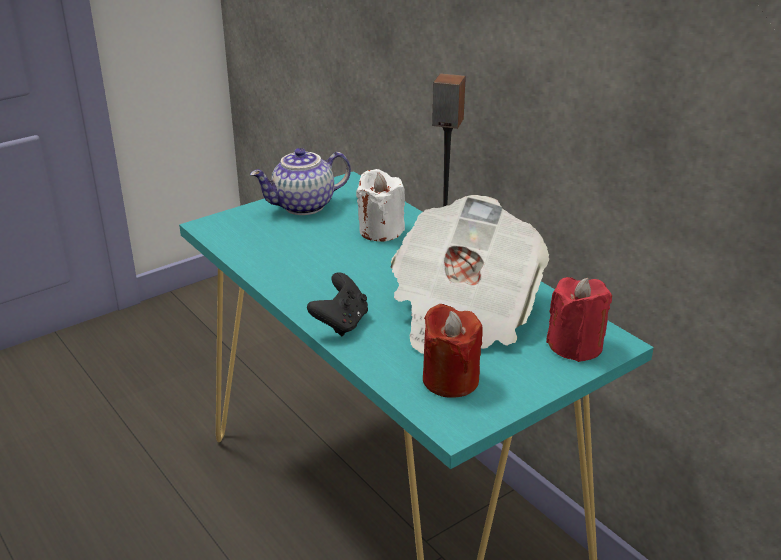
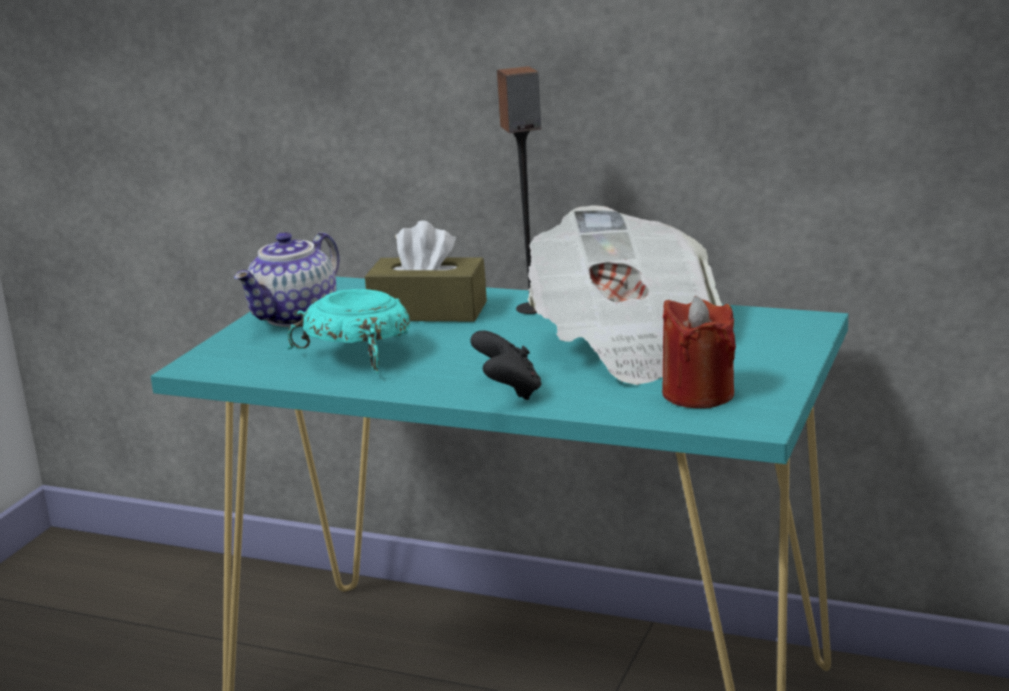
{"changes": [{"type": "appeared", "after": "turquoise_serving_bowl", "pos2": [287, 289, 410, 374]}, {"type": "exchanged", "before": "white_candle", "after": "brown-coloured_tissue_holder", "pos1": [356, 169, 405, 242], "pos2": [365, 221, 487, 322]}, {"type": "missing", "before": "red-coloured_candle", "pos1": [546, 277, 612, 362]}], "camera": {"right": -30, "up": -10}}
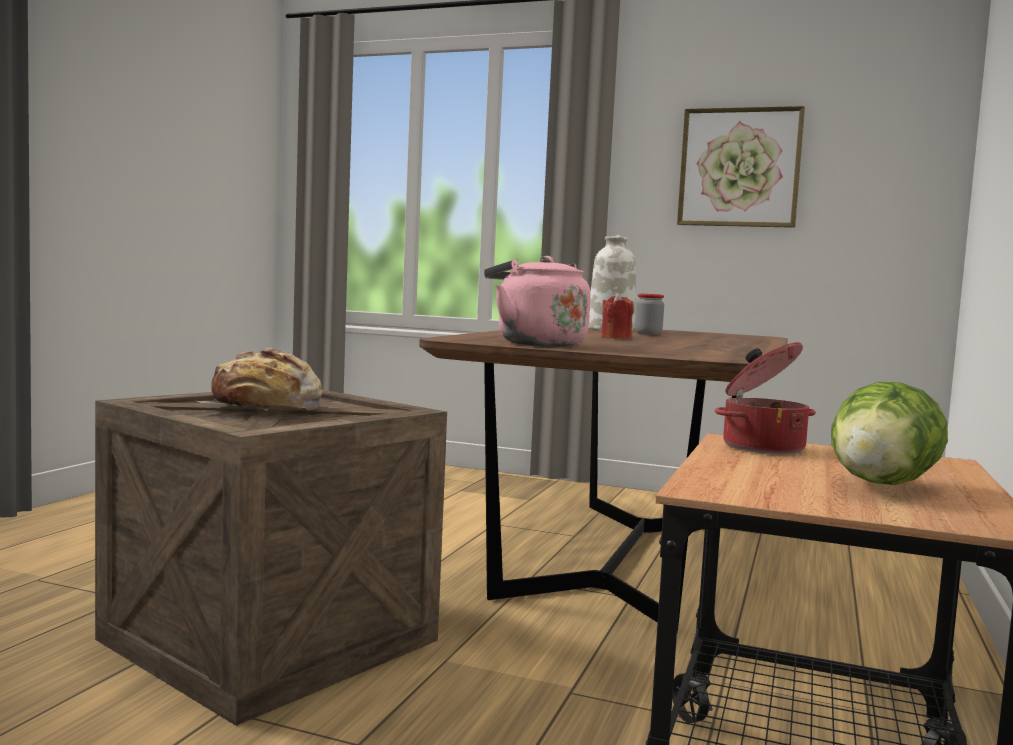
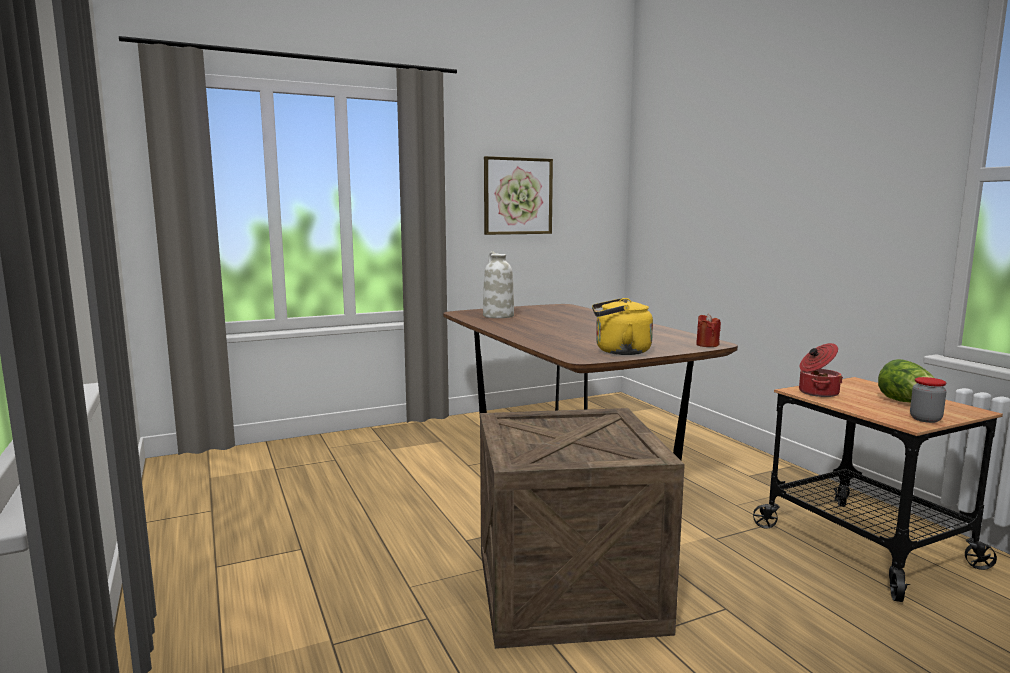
{"changes": [{"type": "colour", "before": "pink_tea_kettle", "after": "yellow_tea_kettle", "pos1": [484, 256, 591, 347], "pos2": [592, 298, 653, 355]}, {"type": "relocated", "before": "red-coloured_candle", "pos1": [601, 293, 634, 339], "pos2": [696, 314, 721, 347]}, {"type": "relocated", "before": "preserve_jar", "pos1": [635, 294, 664, 335], "pos2": [910, 377, 947, 423]}, {"type": "missing", "before": "bakery_bread", "pos1": [197, 348, 322, 410]}], "camera": {"right": -45, "up": 5}}
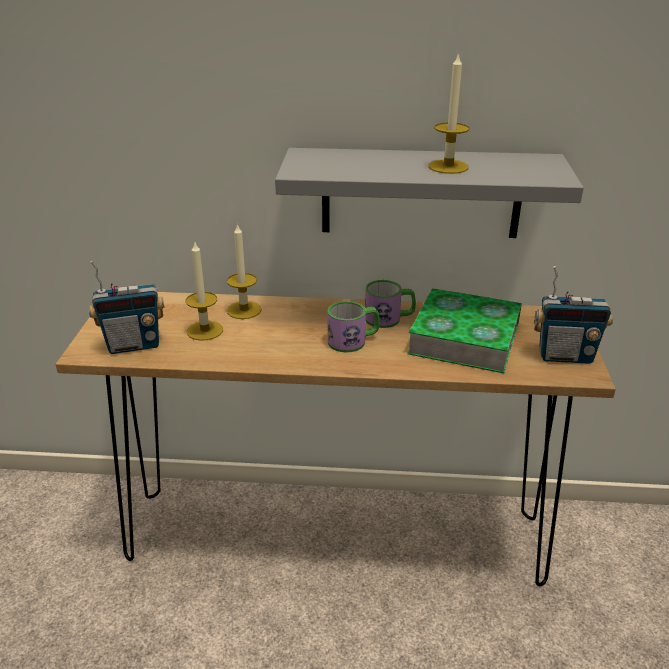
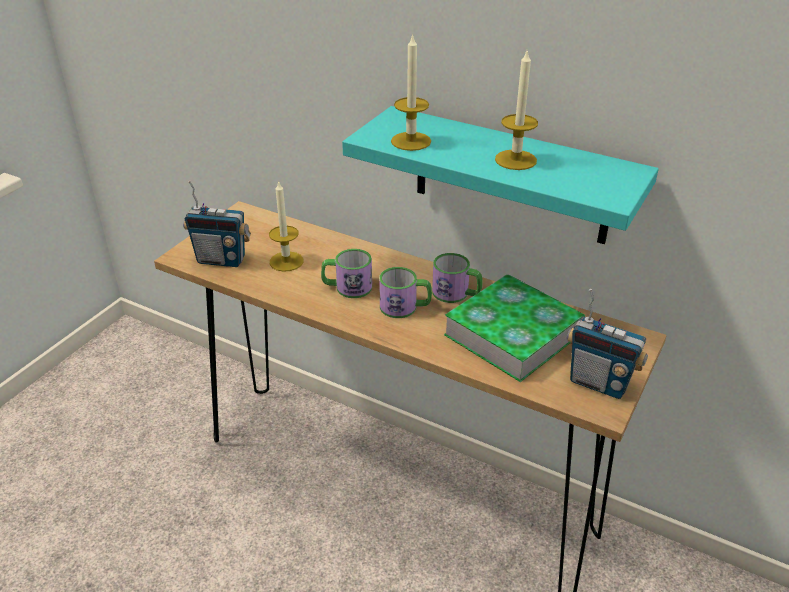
{"changes": [{"type": "appeared", "after": "coffee_mug", "pos2": [321, 249, 372, 298]}, {"type": "colour", "before": "greyish_shelf", "after": "turquoise_shelf", "pos1": [275, 148, 584, 238], "pos2": [342, 106, 659, 244]}, {"type": "relocated", "before": "candle", "pos1": [227, 223, 262, 319], "pos2": [391, 33, 431, 151]}], "camera": {"right": 25, "up": 5}}
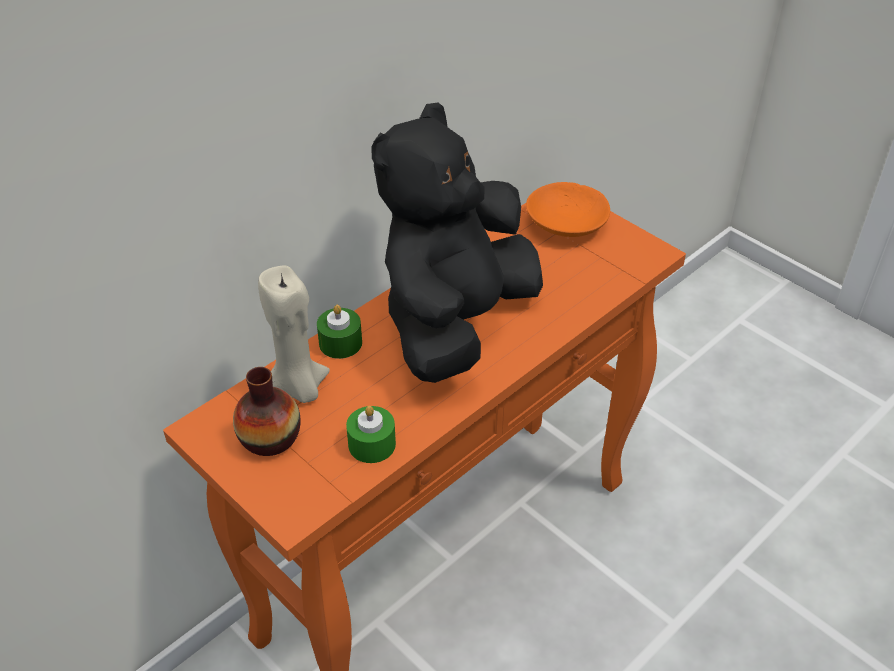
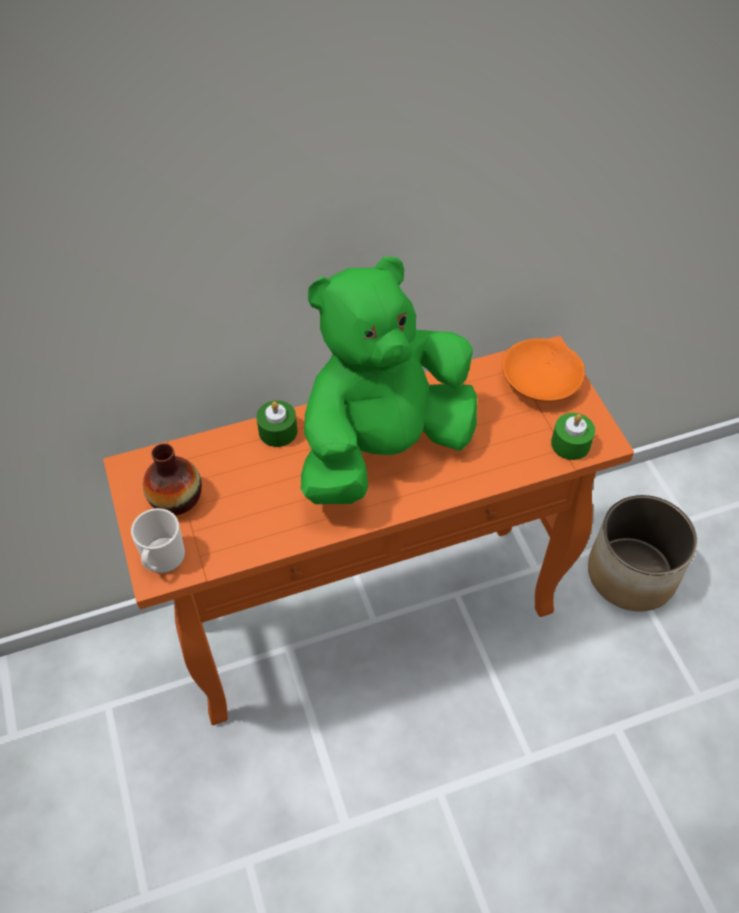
{"changes": [{"type": "appeared", "after": "coffee_mug", "pos2": [131, 508, 185, 573]}, {"type": "colour", "before": "blackish_cuddly_toy", "after": "greenish_cuddly_toy", "pos1": [372, 102, 543, 383], "pos2": [301, 256, 477, 504]}, {"type": "relocated", "before": "greenish_candle", "pos1": [346, 406, 396, 463], "pos2": [551, 413, 595, 460]}, {"type": "appeared", "after": "flower_pot", "pos2": [588, 495, 697, 612]}, {"type": "missing", "before": "beige_candle", "pos1": [258, 265, 330, 403]}], "camera": {"right": 25, "up": 10}}
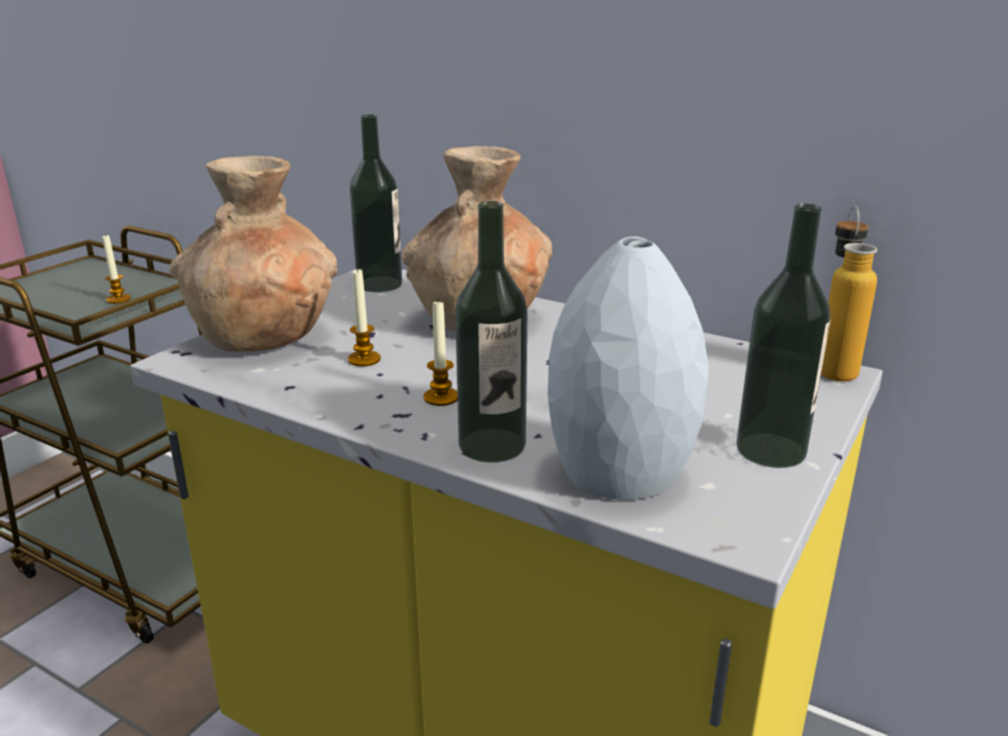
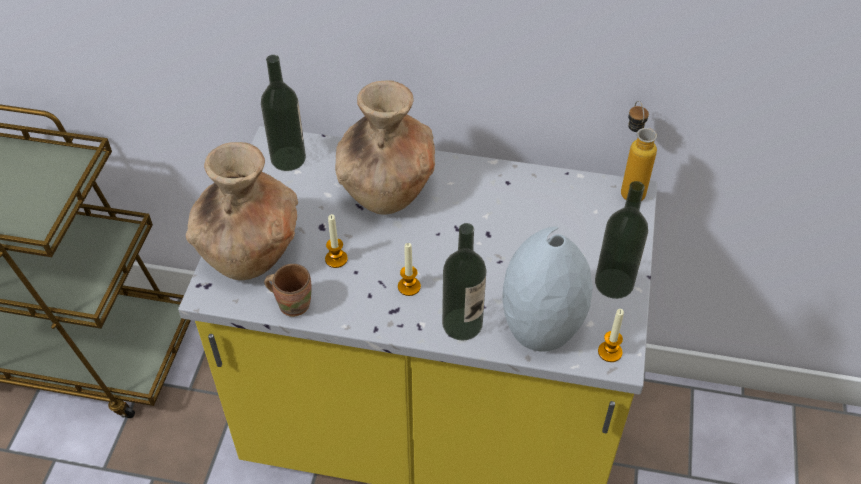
{"changes": [{"type": "appeared", "after": "brown-coloured_coffee_mug", "pos2": [264, 264, 312, 317]}, {"type": "relocated", "before": "candle", "pos1": [102, 234, 131, 304], "pos2": [598, 309, 624, 362]}], "camera": {"right": -20, "up": 25}}
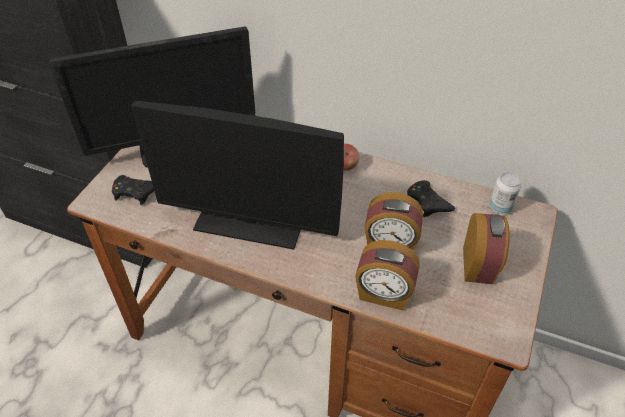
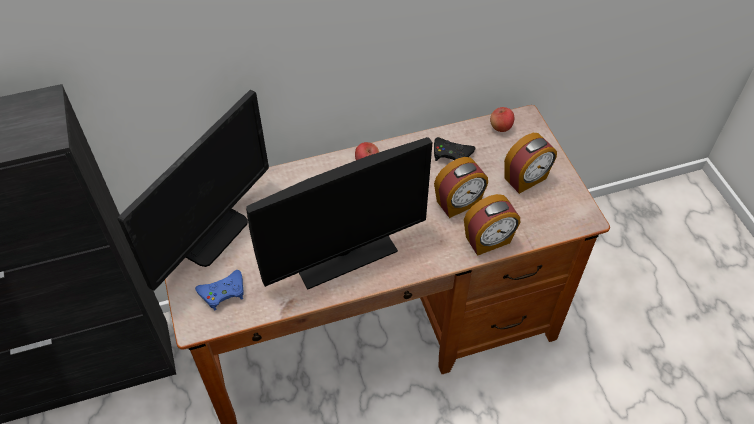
{"changes": [{"type": "colour", "before": "blackish_game_controller", "after": "blue_game_controller", "pos1": [112, 175, 154, 205], "pos2": [195, 270, 244, 311]}, {"type": "exchanged", "before": "metal_can", "after": "whole_apple", "pos1": [489, 172, 521, 214], "pos2": [490, 107, 514, 132]}, {"type": "spun", "before": "bedside_clock", "pos1": [463, 213, 510, 284], "pos2": [504, 133, 557, 194], "turn": 90}], "camera": {"right": -40, "up": 5}}
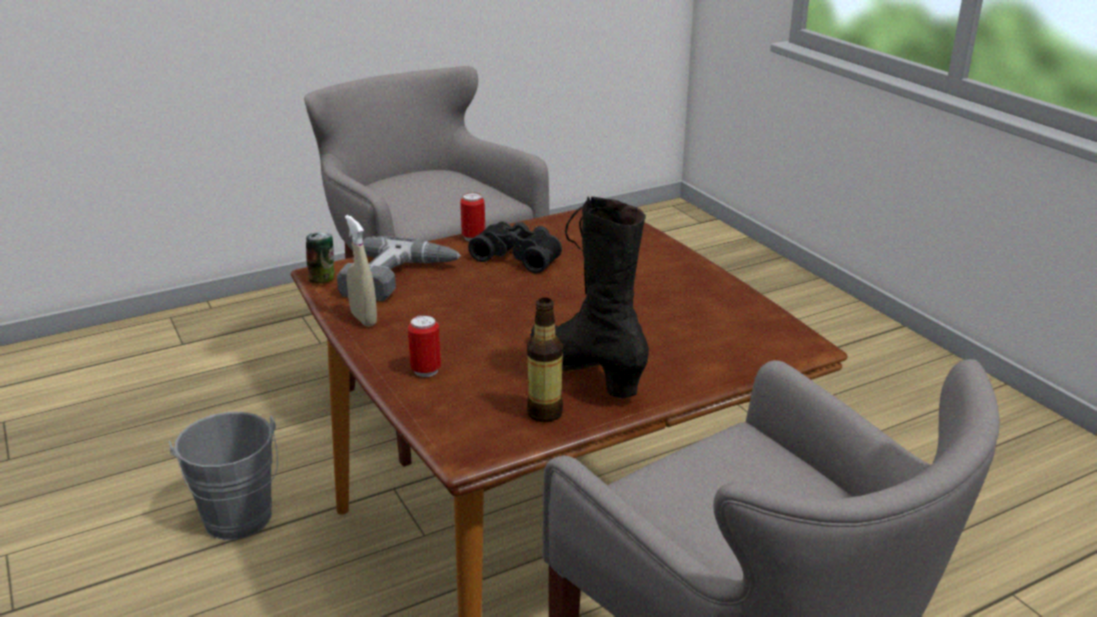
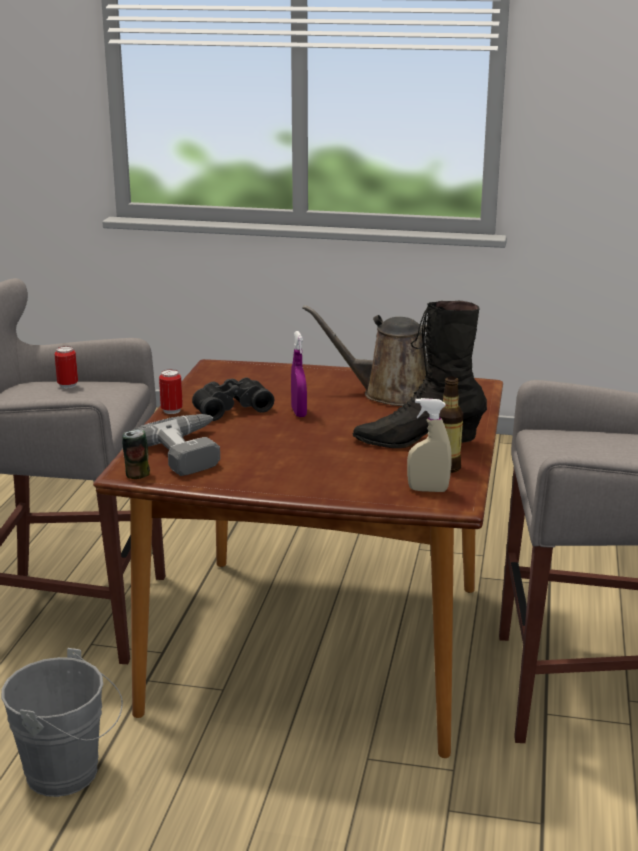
{"changes": [{"type": "relocated", "before": "metal_can", "pos1": [408, 315, 441, 377], "pos2": [55, 346, 78, 388]}, {"type": "appeared", "after": "purple-coloured_sprayer", "pos2": [291, 331, 307, 417]}, {"type": "appeared", "after": "brown-coloured_sprinkling_can", "pos2": [302, 305, 428, 406]}, {"type": "relocated", "before": "beige_sprayer", "pos1": [345, 215, 377, 327], "pos2": [407, 398, 451, 492]}], "camera": {"right": -50, "up": -5}}
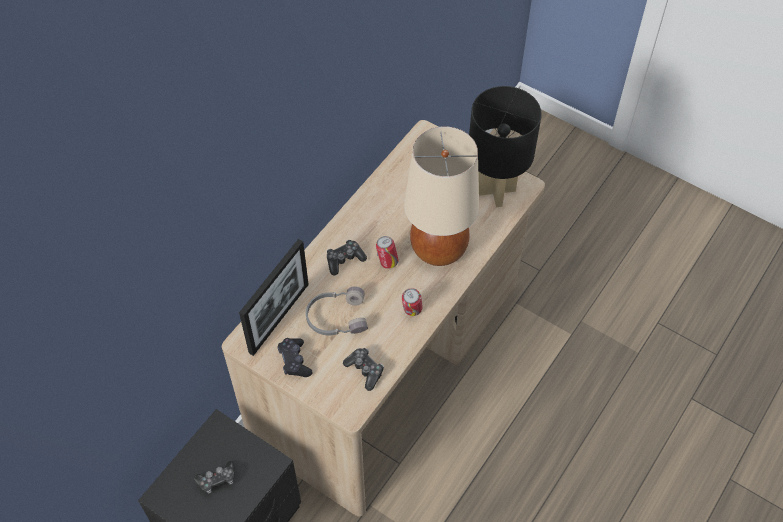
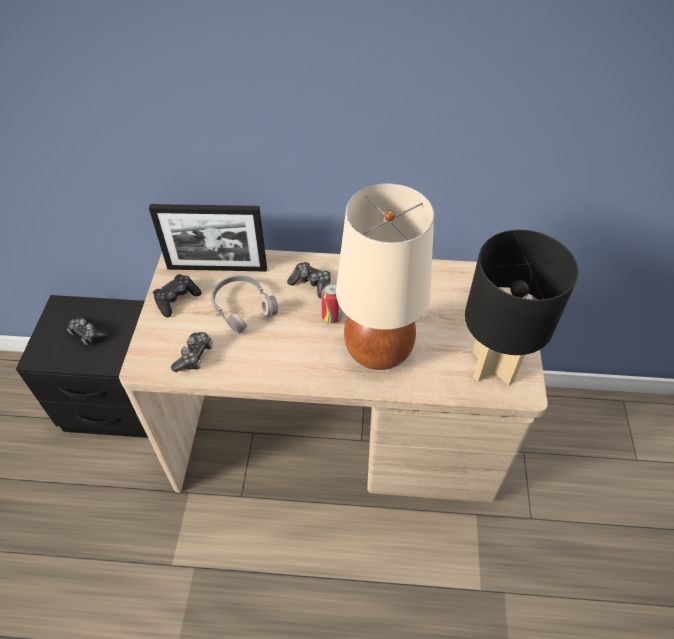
{"changes": [{"type": "missing", "before": "metal_can", "pos1": [402, 288, 423, 316]}], "camera": {"right": 60, "up": -5}}
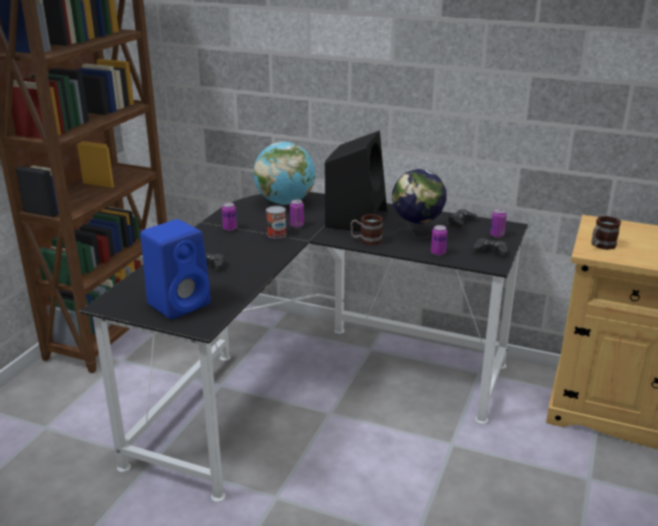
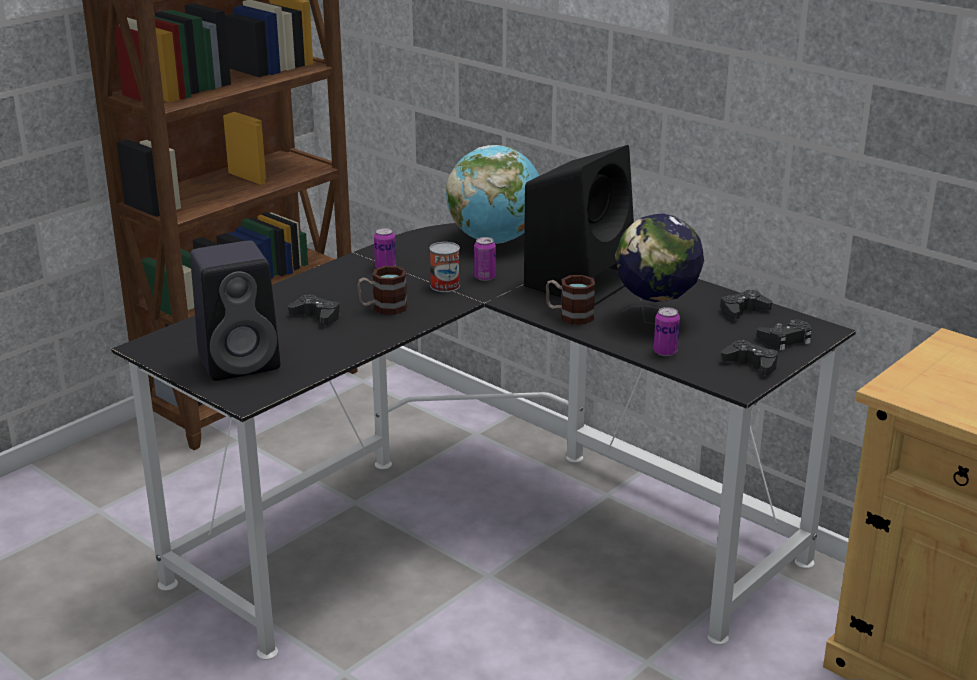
{"changes": [{"type": "colour", "before": "blue_audio_speaker", "after": "blackish_audio_speaker", "pos1": [140, 219, 211, 319], "pos2": [190, 241, 280, 381]}, {"type": "relocated", "before": "coffee_mug", "pos1": [592, 216, 621, 250], "pos2": [357, 266, 408, 315]}, {"type": "exchanged", "before": "metal_can", "after": "blackish_game_controller", "pos1": [490, 209, 507, 238], "pos2": [756, 319, 812, 350]}], "camera": {"right": 20, "up": 0}}
